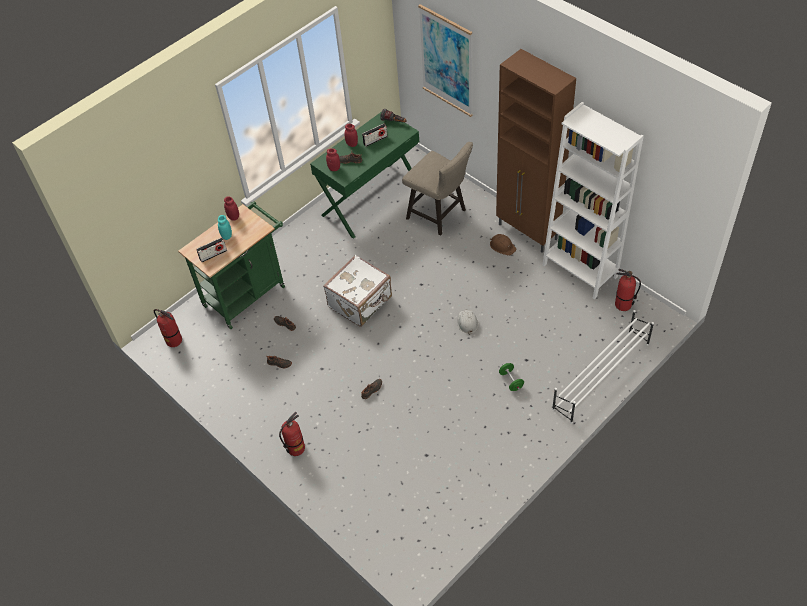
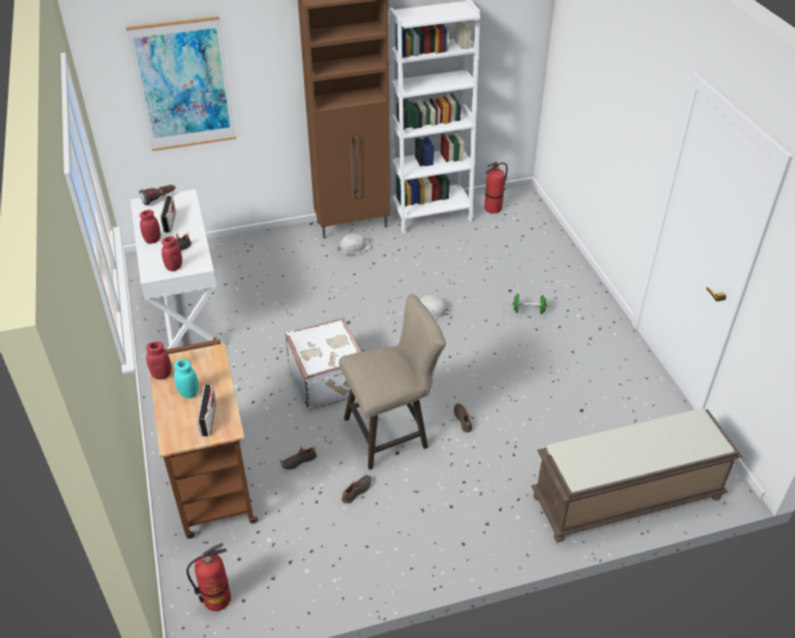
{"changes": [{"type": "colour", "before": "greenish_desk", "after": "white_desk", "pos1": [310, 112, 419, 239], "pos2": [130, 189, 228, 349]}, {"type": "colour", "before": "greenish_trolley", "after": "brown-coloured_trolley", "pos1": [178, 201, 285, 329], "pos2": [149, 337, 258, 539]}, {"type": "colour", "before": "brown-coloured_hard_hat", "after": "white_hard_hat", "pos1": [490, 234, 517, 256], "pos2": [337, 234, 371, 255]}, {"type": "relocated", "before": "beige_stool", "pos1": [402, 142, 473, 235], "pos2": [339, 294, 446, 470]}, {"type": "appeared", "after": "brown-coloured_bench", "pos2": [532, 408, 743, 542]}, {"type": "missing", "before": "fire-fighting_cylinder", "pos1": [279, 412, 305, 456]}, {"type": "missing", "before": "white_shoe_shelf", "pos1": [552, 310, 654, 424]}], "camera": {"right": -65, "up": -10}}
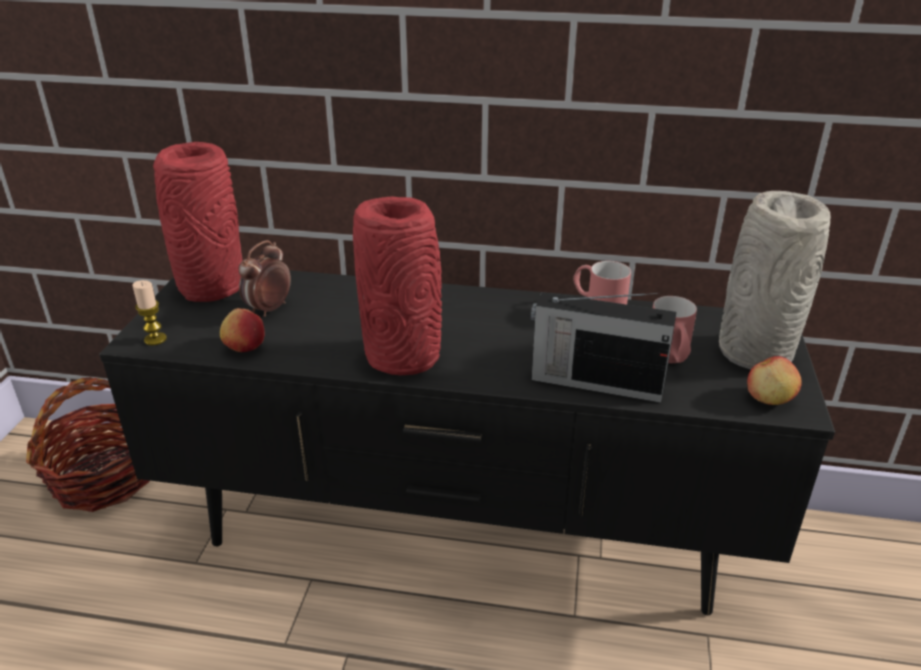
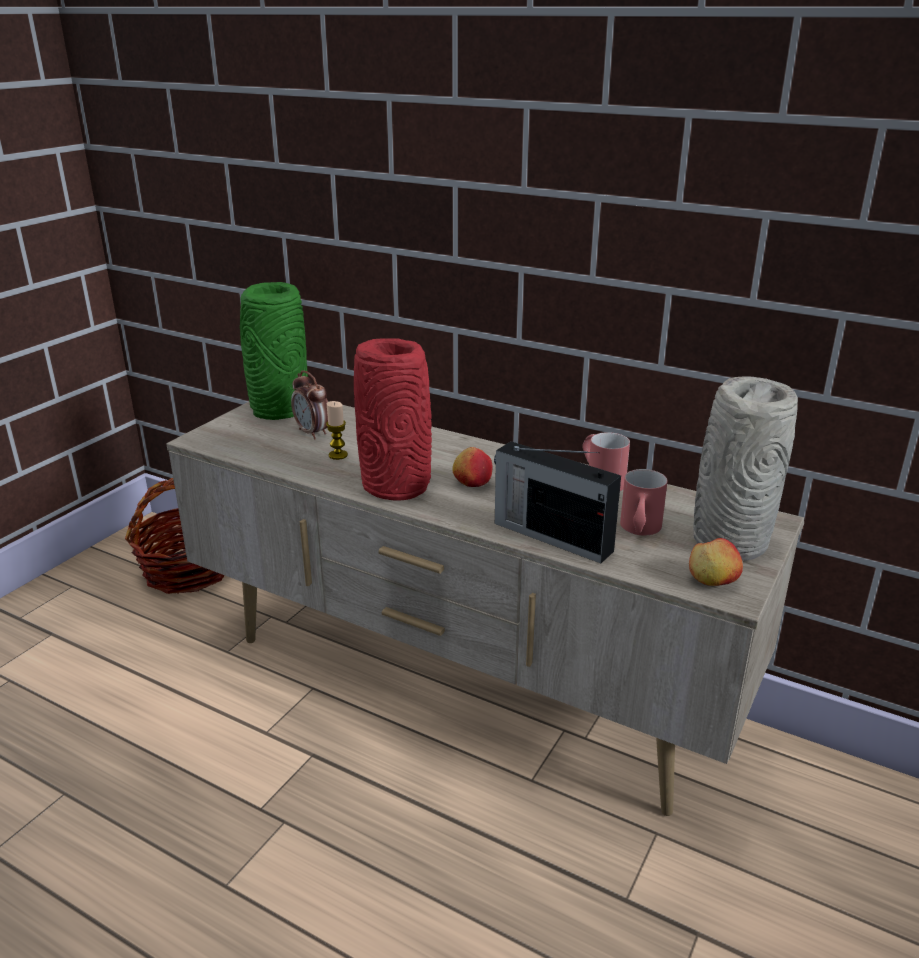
{"changes": [{"type": "colour", "before": "blackish_tv_stand", "after": "beige_tv_stand", "pos1": [99, 270, 835, 615], "pos2": [166, 401, 804, 816]}, {"type": "colour", "before": "red-coloured_flower_vase", "after": "greenish_flower_vase", "pos1": [153, 142, 243, 302], "pos2": [240, 282, 308, 420]}, {"type": "spun", "before": "bedside_clock", "pos1": [238, 240, 291, 317], "pos2": [291, 371, 328, 440], "turn": -90}, {"type": "relocated", "before": "candle", "pos1": [132, 280, 167, 345], "pos2": [326, 401, 348, 460]}, {"type": "relocated", "before": "whole_apple", "pos1": [220, 308, 265, 352], "pos2": [453, 447, 493, 487]}], "camera": {"right": 20, "up": -5}}
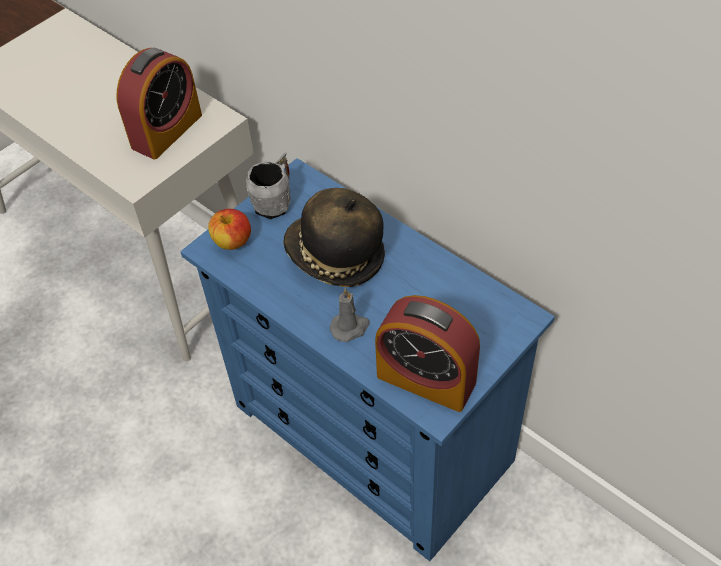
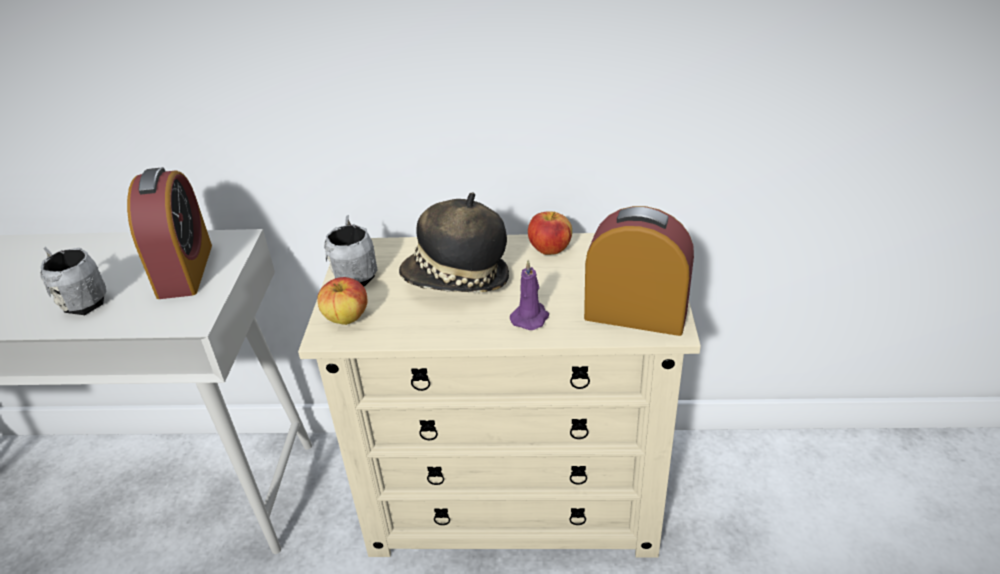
{"changes": [{"type": "appeared", "after": "greyish_coffee_mug", "pos2": [40, 247, 107, 315]}, {"type": "colour", "before": "blue_chest_of_drawers", "after": "beige_chest_of_drawers", "pos1": [180, 158, 555, 561], "pos2": [298, 233, 701, 557]}, {"type": "colour", "before": "greyish_candle", "after": "purple-coloured_candle", "pos1": [330, 288, 370, 342], "pos2": [510, 260, 549, 330]}, {"type": "appeared", "after": "whole_apple", "pos2": [528, 211, 572, 255]}, {"type": "spun", "before": "bedside_clock", "pos1": [375, 295, 480, 412], "pos2": [584, 206, 694, 336], "turn": -150}], "camera": {"right": -40, "up": -15}}
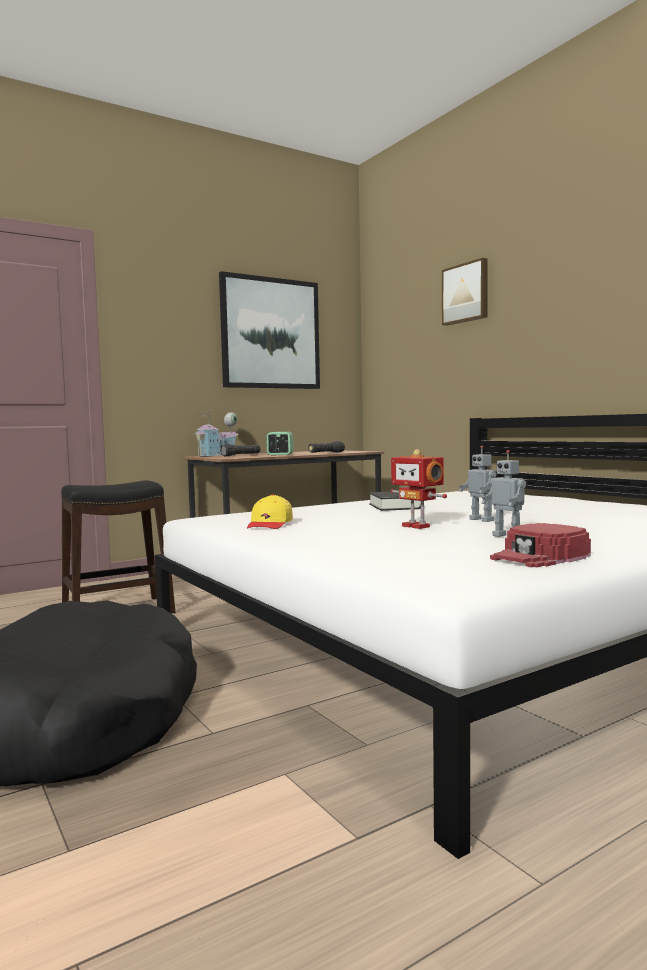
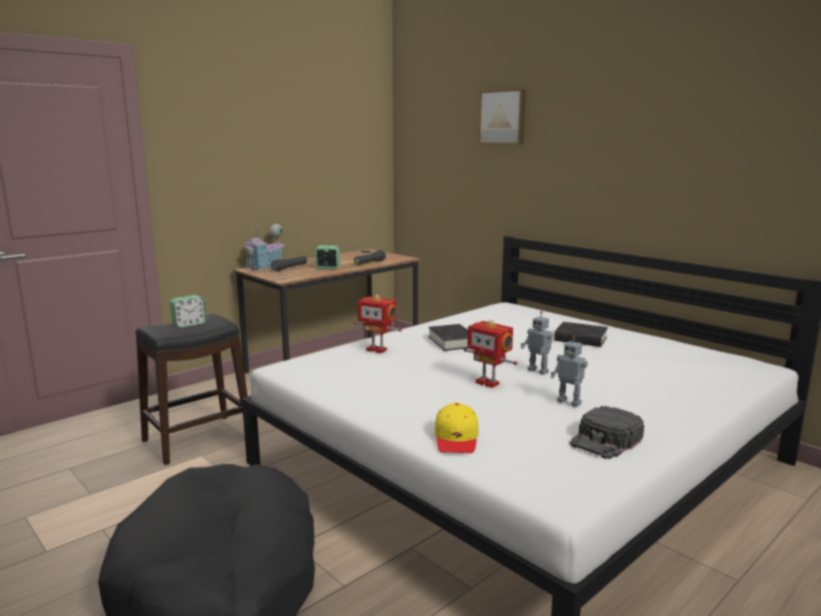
{"changes": [{"type": "appeared", "after": "bedside_clock", "pos2": [170, 295, 206, 328]}, {"type": "appeared", "after": "toy_robot", "pos2": [354, 295, 402, 353]}, {"type": "relocated", "before": "yellow_cap", "pos1": [247, 494, 293, 529], "pos2": [435, 403, 478, 453]}, {"type": "appeared", "after": "blackish_volume", "pos2": [554, 322, 608, 347]}, {"type": "colour", "before": "red-coloured_cap", "after": "blackish_cap", "pos1": [490, 523, 591, 567], "pos2": [570, 406, 644, 459]}, {"type": "missing", "before": "picture", "pos1": [219, 271, 320, 389]}], "camera": {"right": -10, "up": 10}}
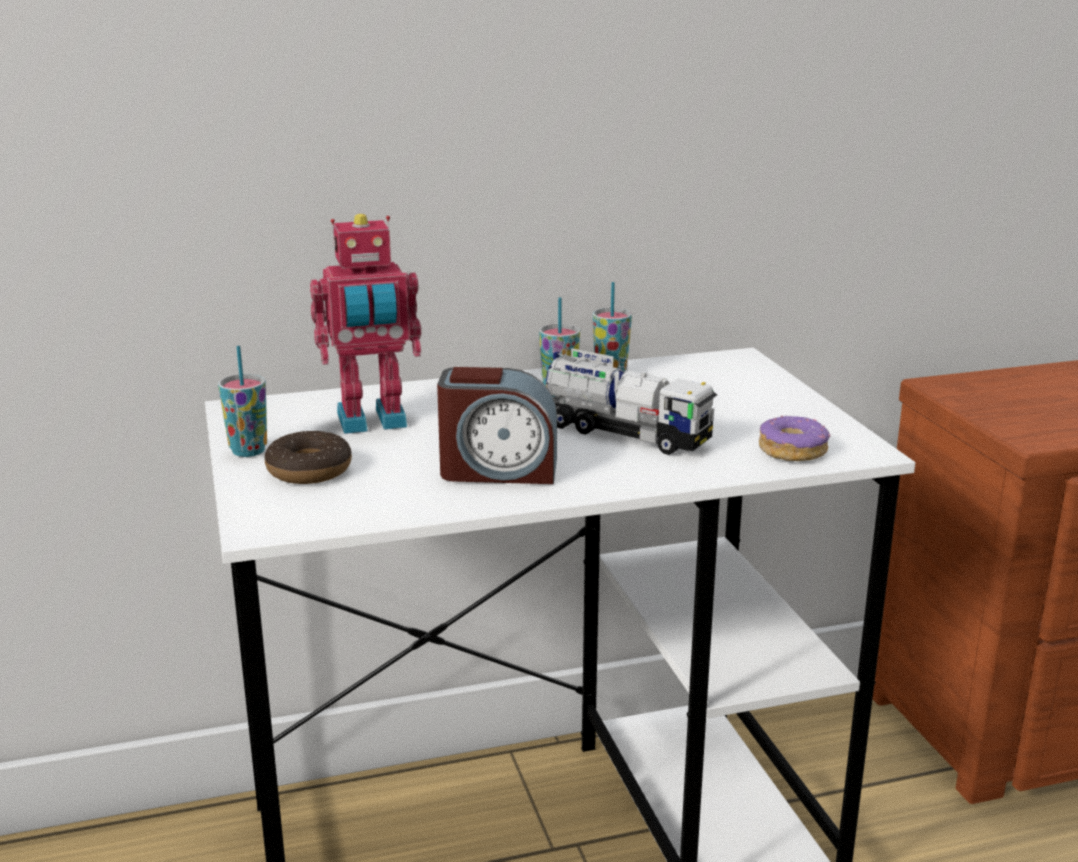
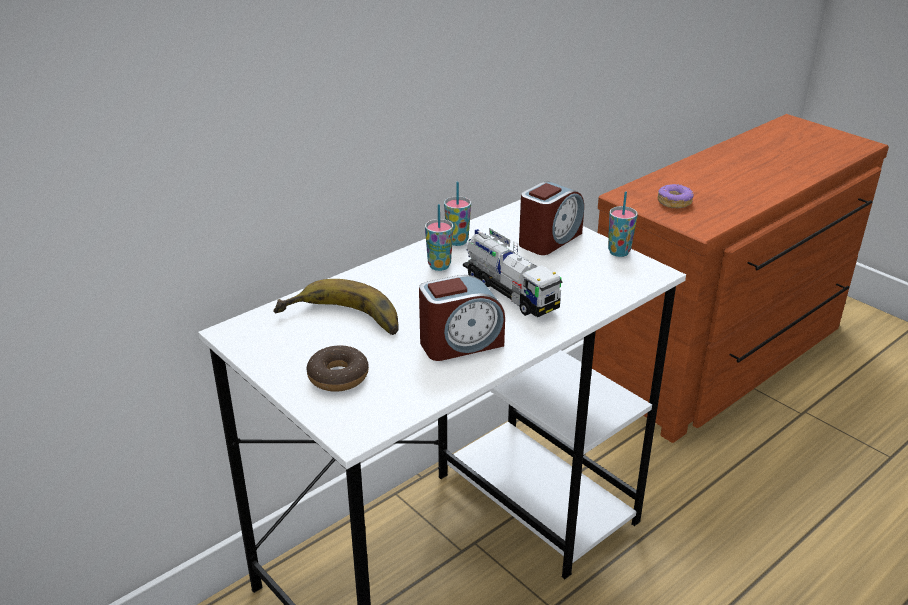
{"changes": [{"type": "exchanged", "before": "toy_robot", "after": "banana_fruit", "pos1": [310, 214, 421, 434], "pos2": [273, 279, 399, 335]}, {"type": "spun", "before": "model_truck", "pos1": [546, 348, 717, 455], "pos2": [463, 228, 563, 317], "turn": 45}, {"type": "appeared", "after": "bedside_clock", "pos2": [519, 181, 584, 255]}, {"type": "relocated", "before": "drinking_cup", "pos1": [218, 346, 267, 457], "pos2": [608, 191, 638, 257]}, {"type": "relocated", "before": "doughnut", "pos1": [759, 416, 830, 461], "pos2": [658, 184, 694, 209]}], "camera": {"right": -25, "up": 10}}
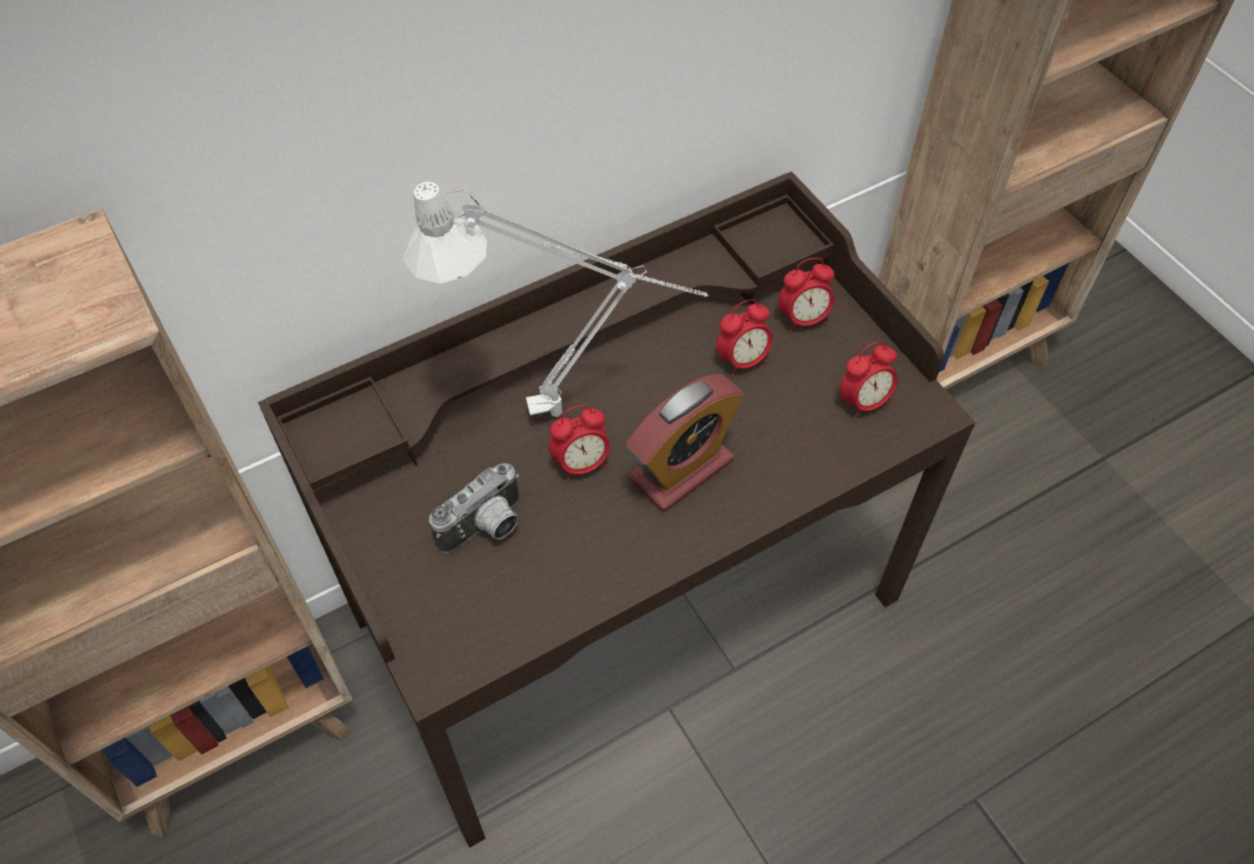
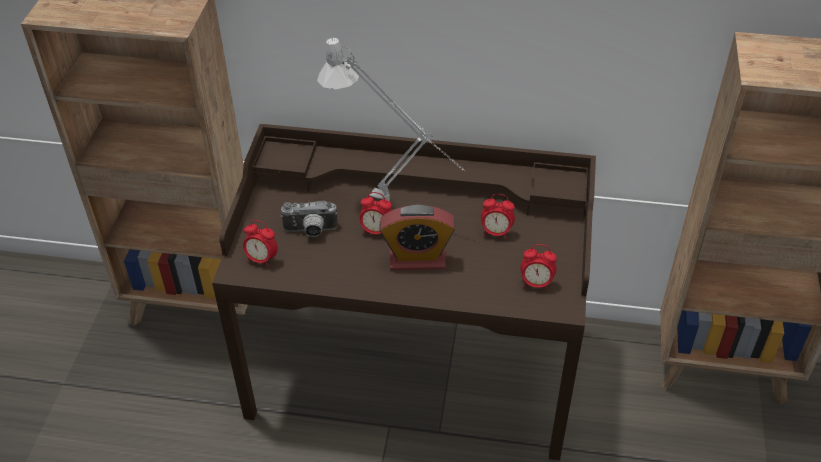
{"changes": [{"type": "relocated", "before": "bedside_clock", "pos1": [778, 258, 835, 332], "pos2": [243, 220, 278, 268]}], "camera": {"right": 40, "up": -10}}
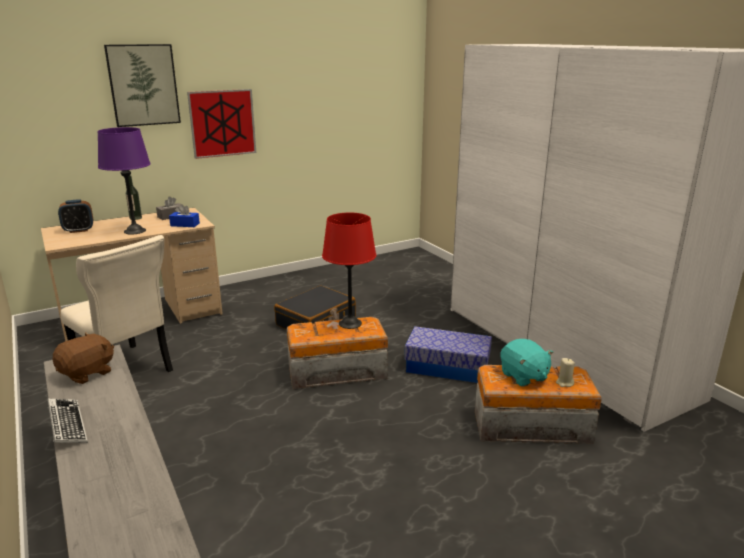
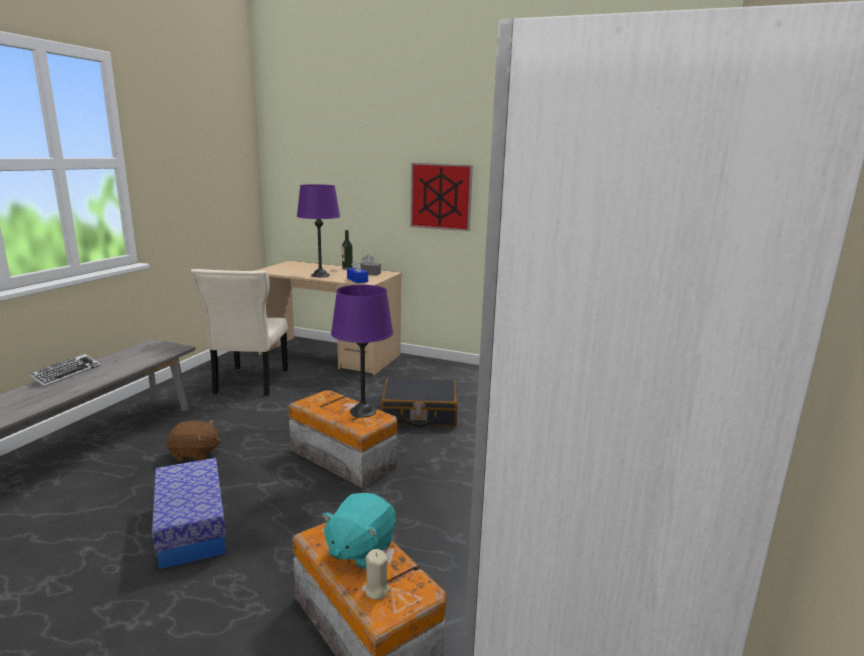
{"changes": [{"type": "relocated", "before": "storage_bin", "pos1": [404, 326, 492, 383], "pos2": [152, 458, 226, 569]}, {"type": "relocated", "before": "brown-coloured_cuddly_toy", "pos1": [53, 332, 114, 384], "pos2": [167, 420, 221, 461]}, {"type": "colour", "before": "red-coloured_table_lamp", "after": "purple-coloured_table_lamp", "pos1": [322, 213, 376, 329], "pos2": [331, 285, 393, 417]}, {"type": "missing", "before": "bedside_clock", "pos1": [58, 199, 93, 233]}, {"type": "missing", "before": "picture", "pos1": [104, 44, 181, 127]}], "camera": {"right": 50, "up": -5}}
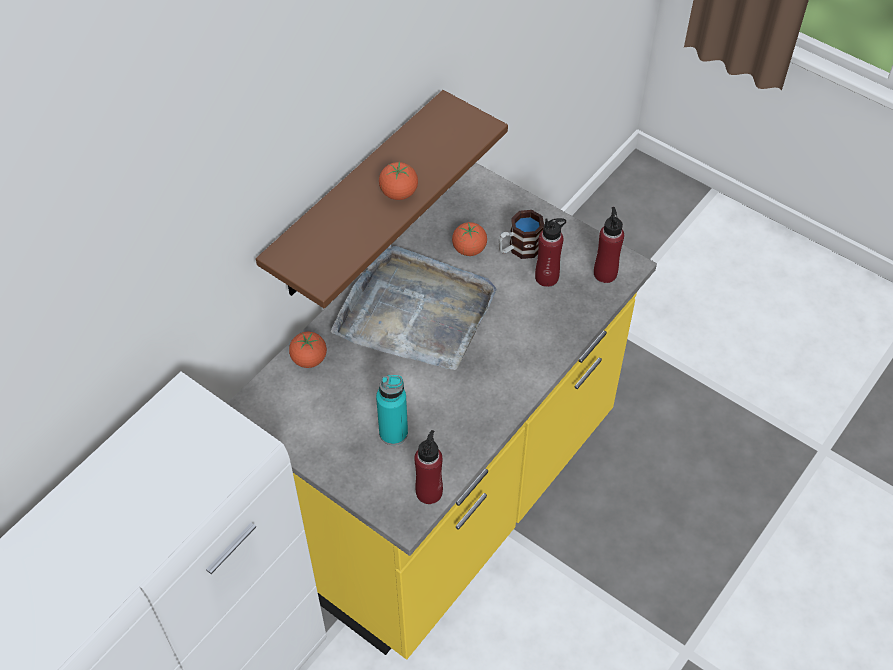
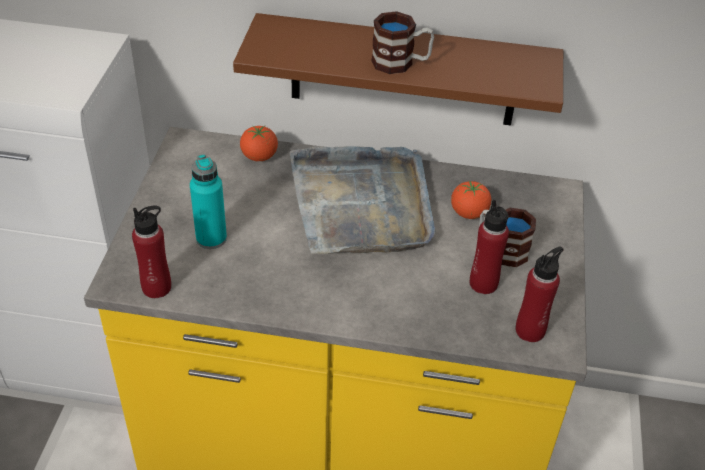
{"changes": [{"type": "exchanged", "before": "whole_tomato", "after": "coffee_mug", "pos1": [379, 162, 418, 200], "pos2": [371, 11, 434, 74]}], "camera": {"right": 60, "up": -10}}
